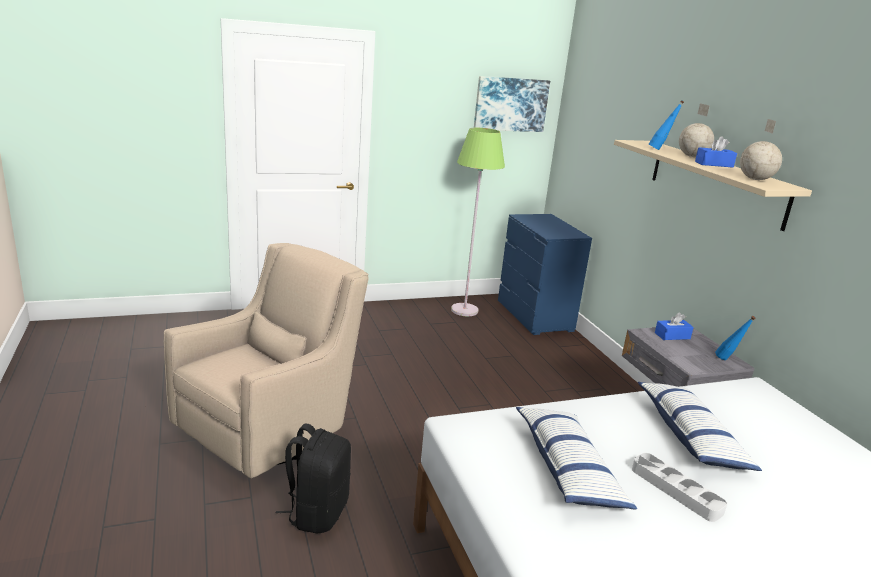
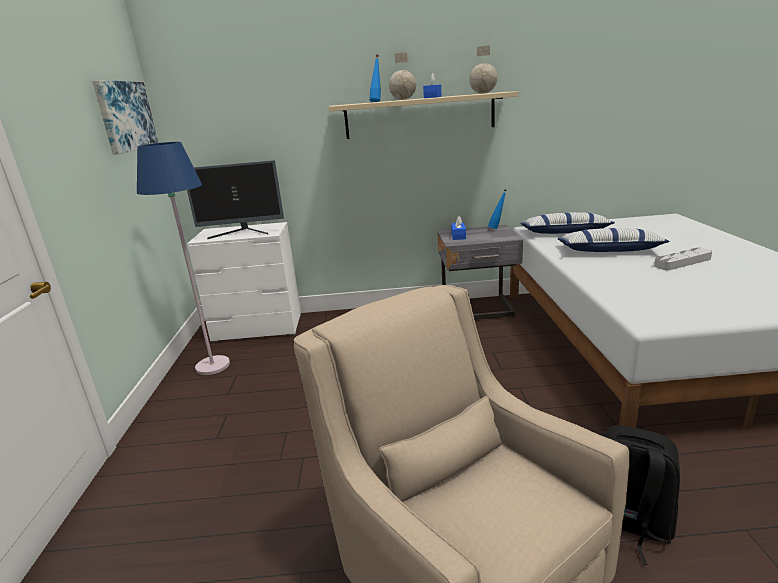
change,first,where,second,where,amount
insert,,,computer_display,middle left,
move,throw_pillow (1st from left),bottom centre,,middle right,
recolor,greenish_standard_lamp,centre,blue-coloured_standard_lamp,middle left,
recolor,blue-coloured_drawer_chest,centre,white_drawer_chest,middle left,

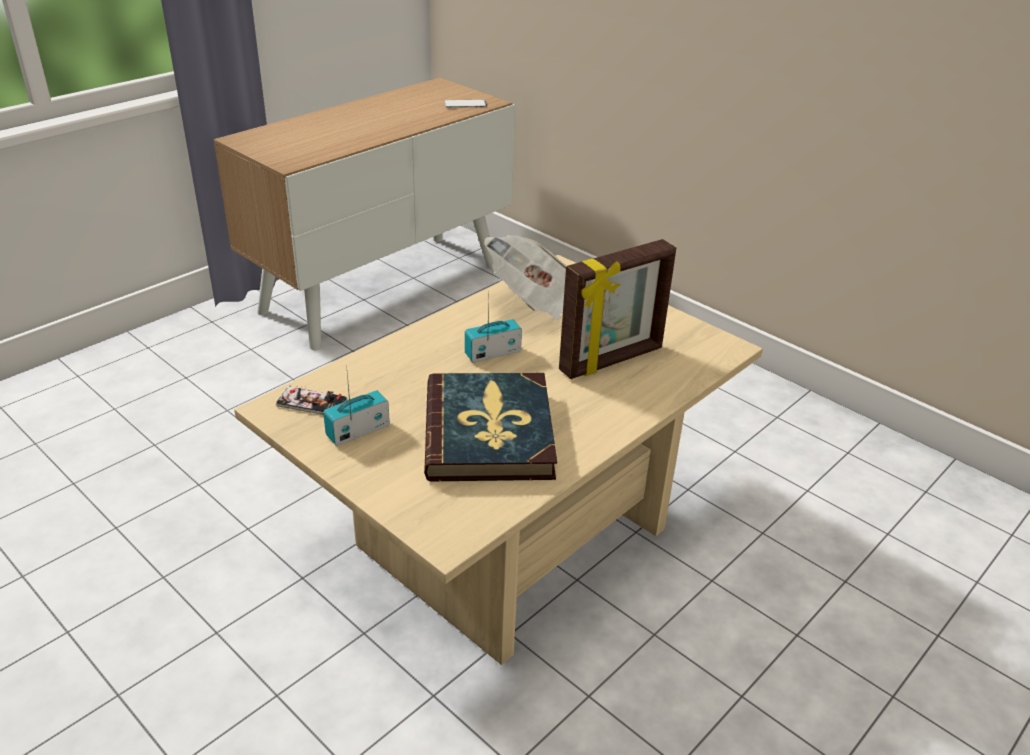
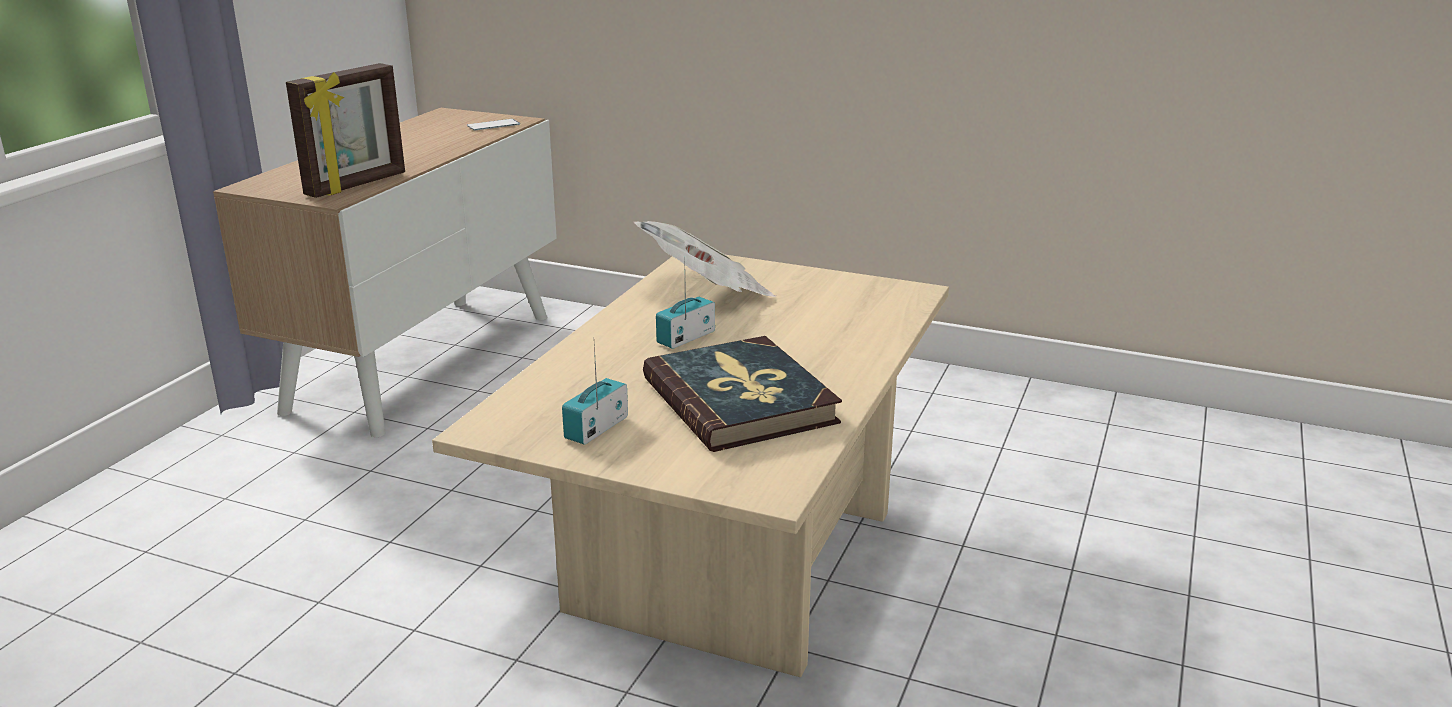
change,first,where,second,where,amount
delete,telephone (1st from left),middle left,,,
move,standing_frame,centre,,top left,

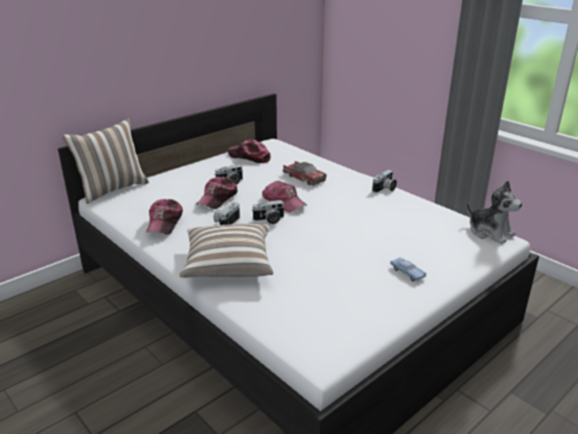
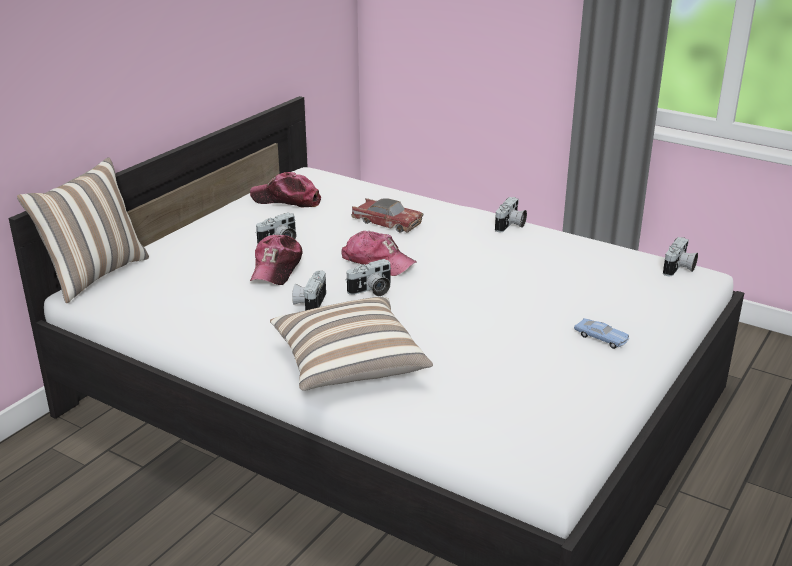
change,first,where,second,where,amount
delete,peaked_cap (1st from left),middle left,,,
replace,plush_toy,middle right,photo_camera (5th from left),middle right,

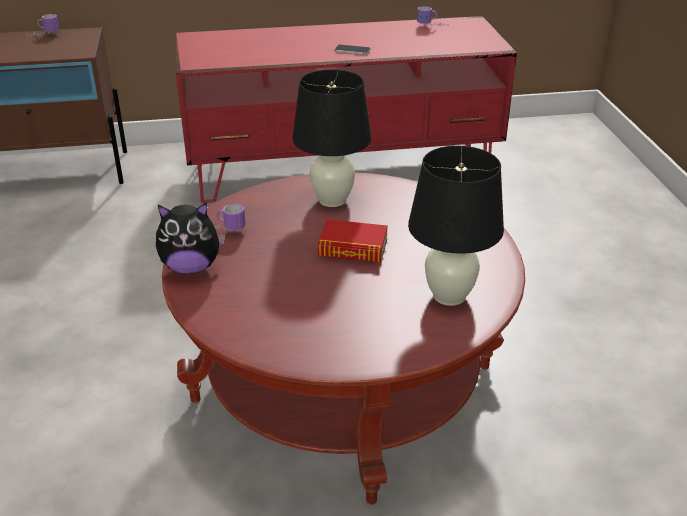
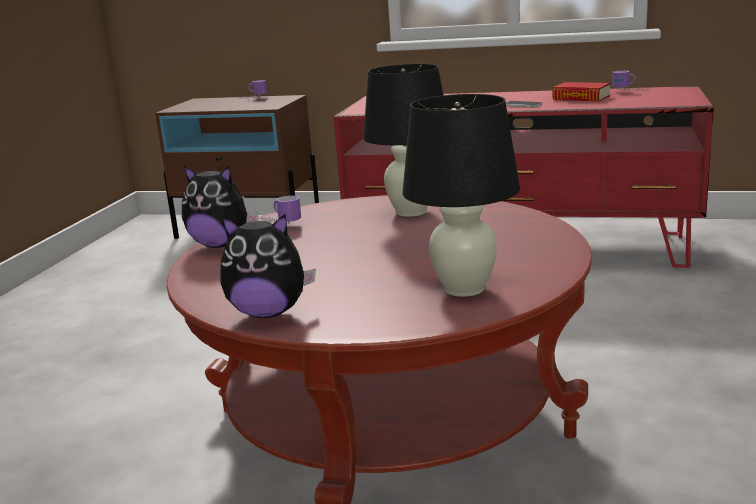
change,first,where,second,where,amount
insert,,,plush_toy (2nd from left),centre,
move,bound_book,centre,,top right,

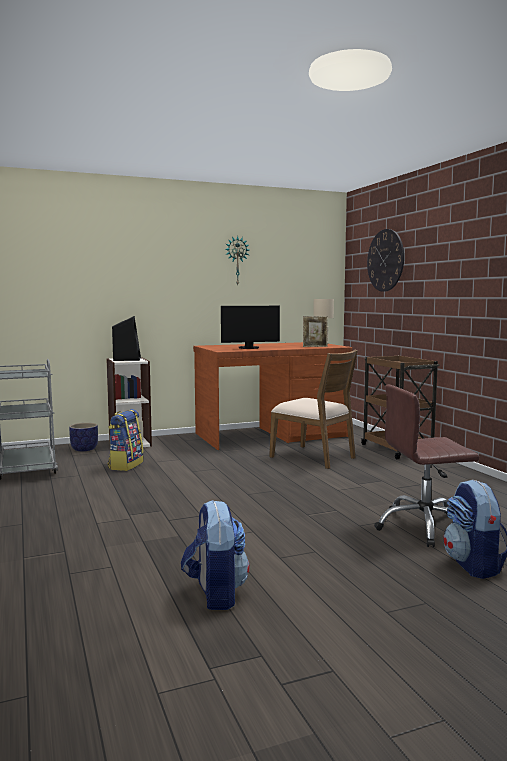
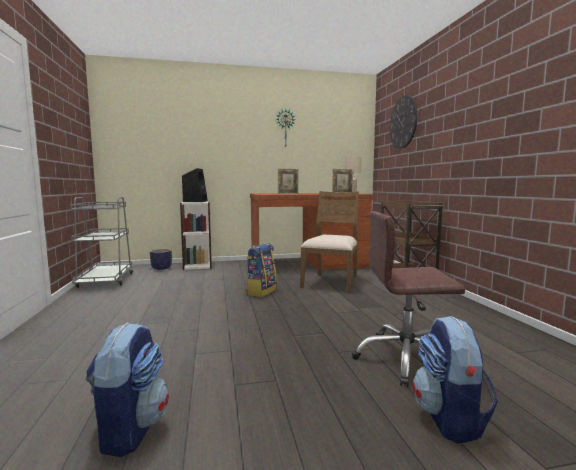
change,first,where,second,where,amount
move,rucksack (1st from left in the first image),middle left,rucksack (2nd from left),centre,
replace,computer_display,centre,standing_frame (1st from left),centre,
rotate,brownish_chair,centre,,centre,120 degrees counterclockwise

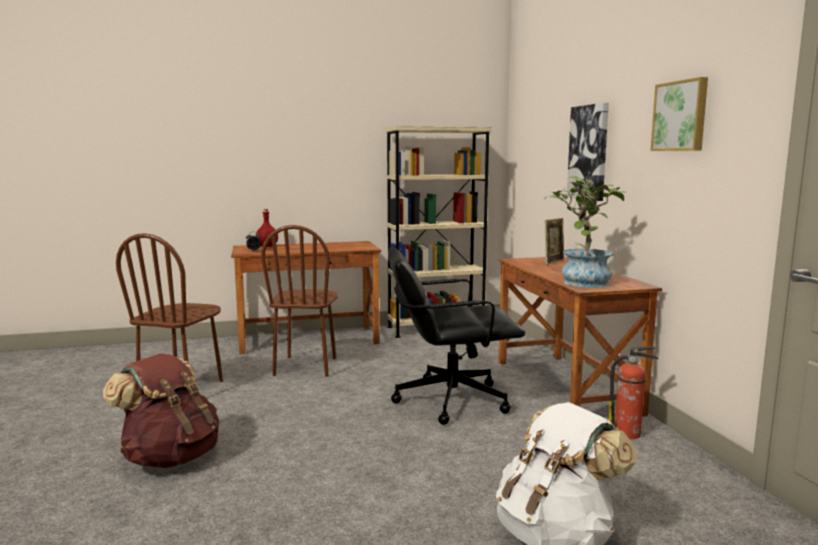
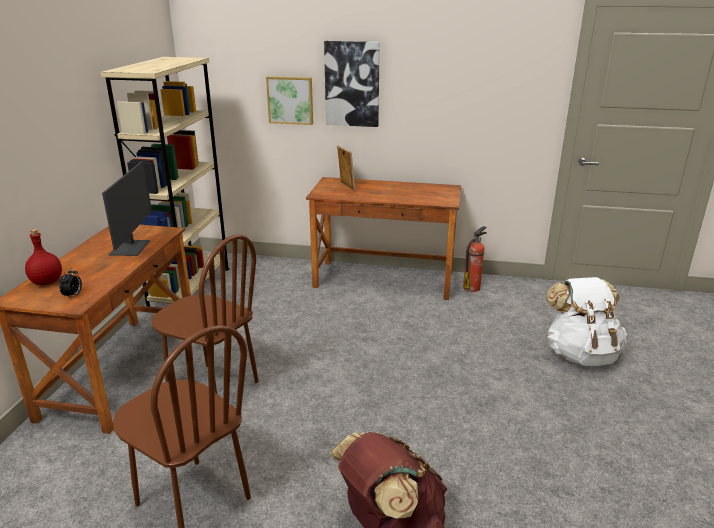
change,first,where,second,where,amount
delete,blackish_office_chair,centre,,,
delete,plant_in_a_pot,middle right,,,
insert,,,computer_display,middle left,
move,wall_art (2nd from left in the first image),top right,wall_art (1st from left),top centre,

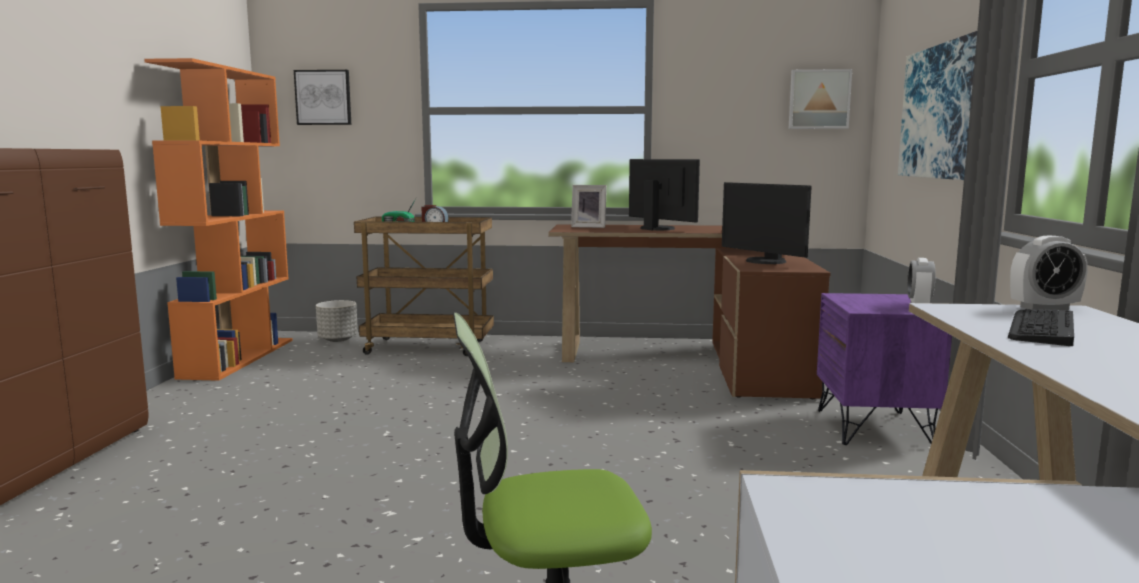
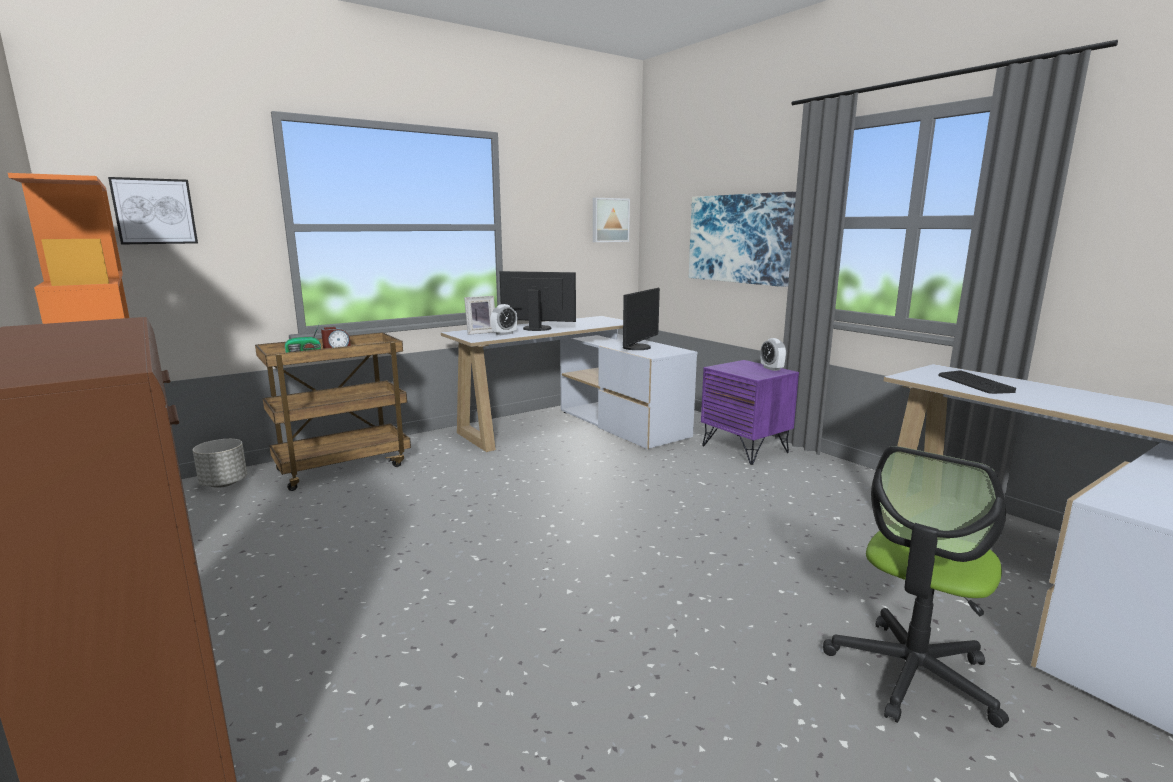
change,first,where,second,where,amount
move,table_clock (3rd from left in the first image),middle right,table_clock (2nd from left),centre,
recolor,brownish_desk_table,centre,white_desk_table (1st from left),centre,
rotate,computer_display (2nd from left),middle right,,centre,75 degrees counterclockwise

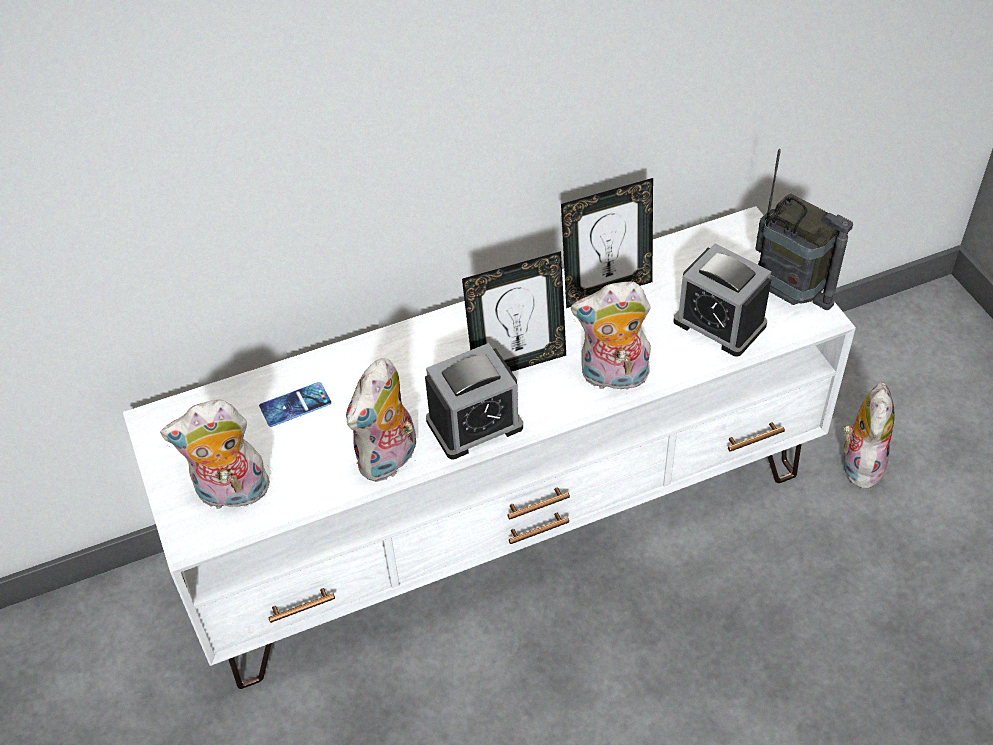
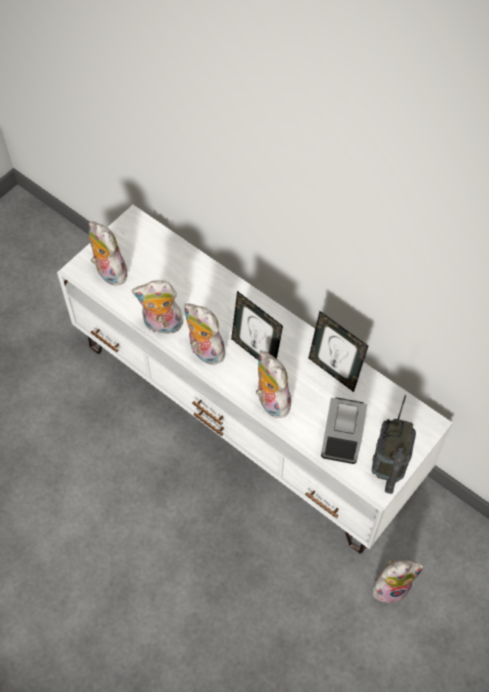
change,first,where,second,where,amount
delete,telephone,middle left,,,
replace,table_clock (1st from left),centre,plush_toy (3rd from left),centre,

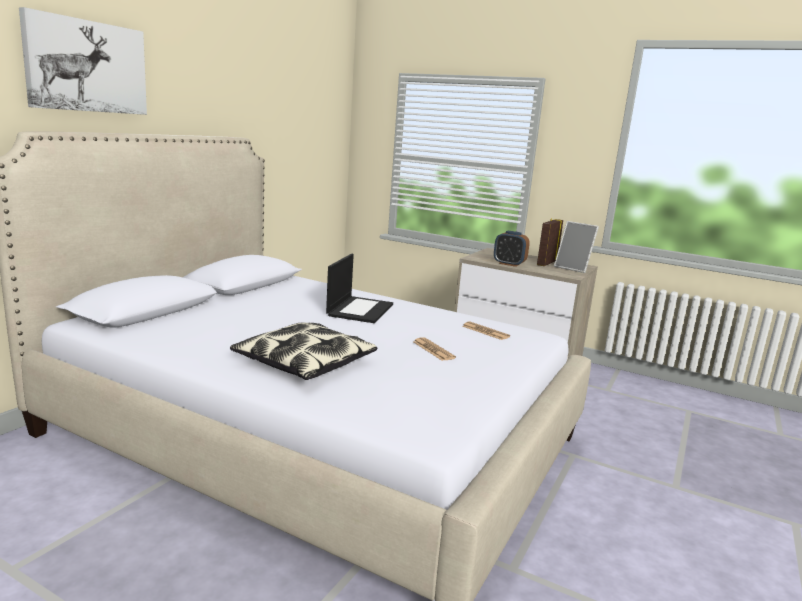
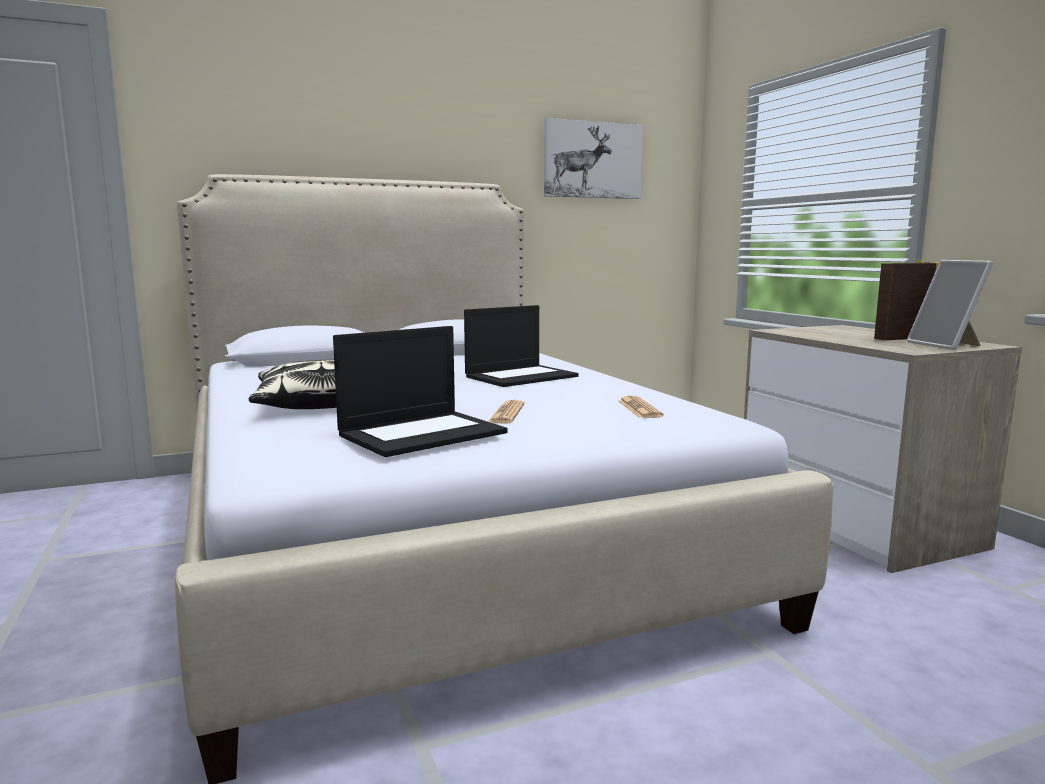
change,first,where,second,where,amount
delete,table_clock,centre,,,
insert,,,notebook_computer (1st from left),centre,
move,wall_art,top left,,top centre,

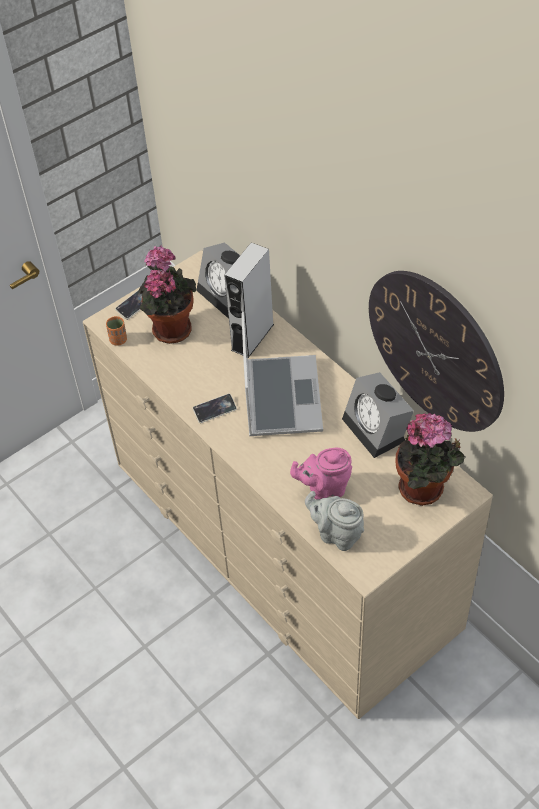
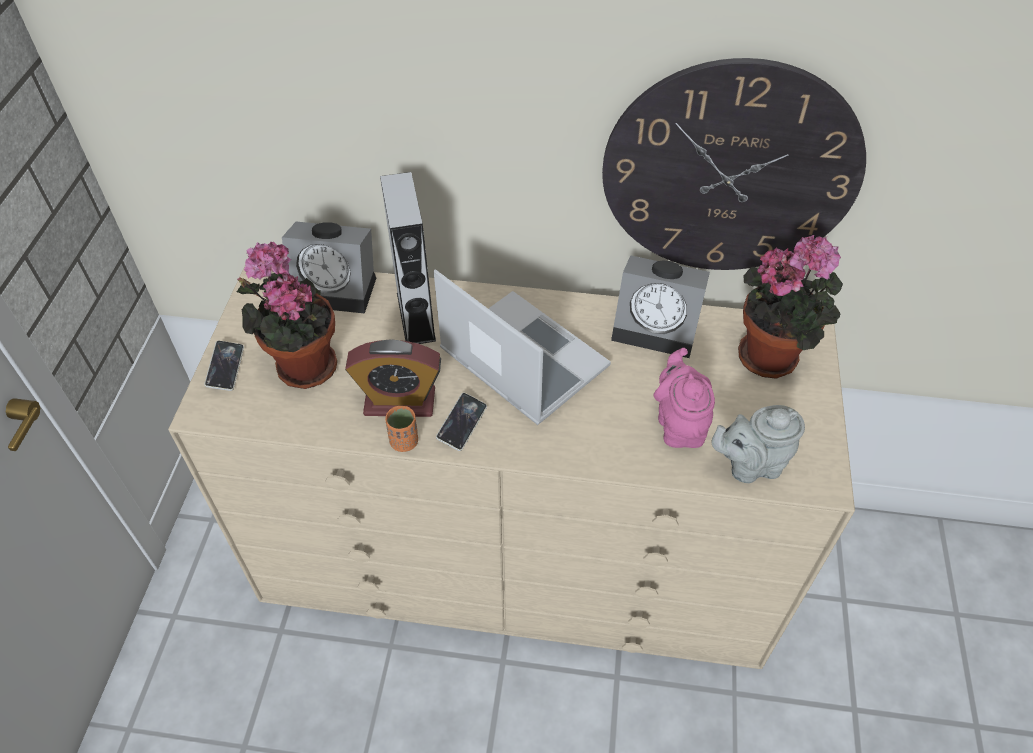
change,first,where,second,where,amount
insert,,,table_clock (2nd from left),centre,
move,orange_cup,middle left,,centre,
rotate,pink-coloured_pot_for_tea,centre,,centre,135 degrees clockwise

